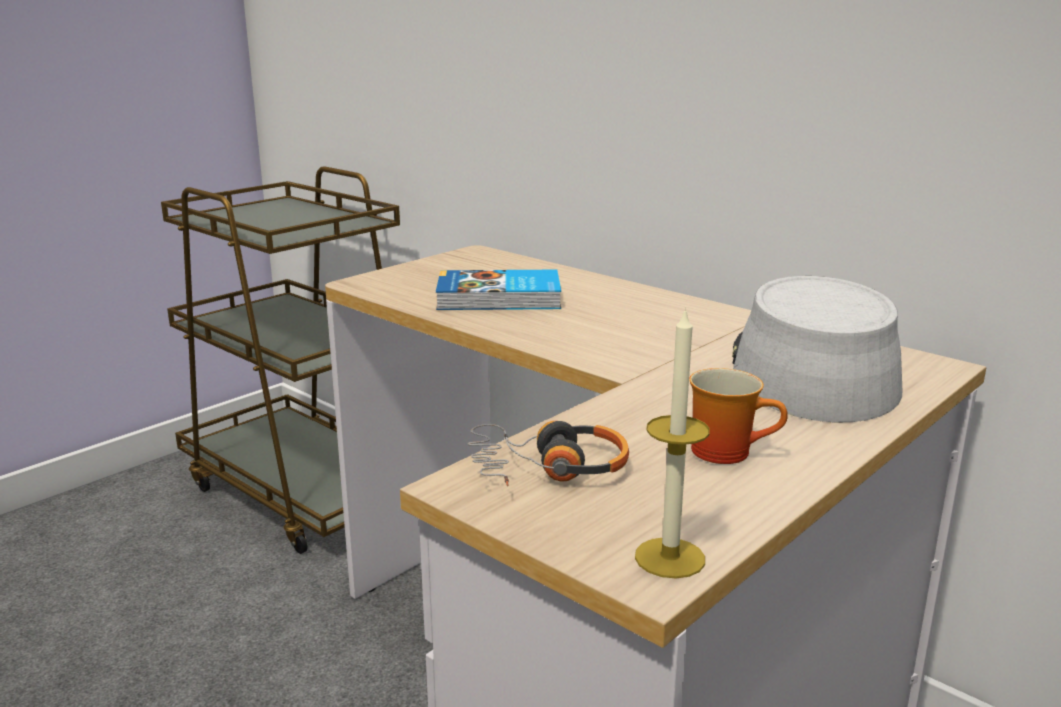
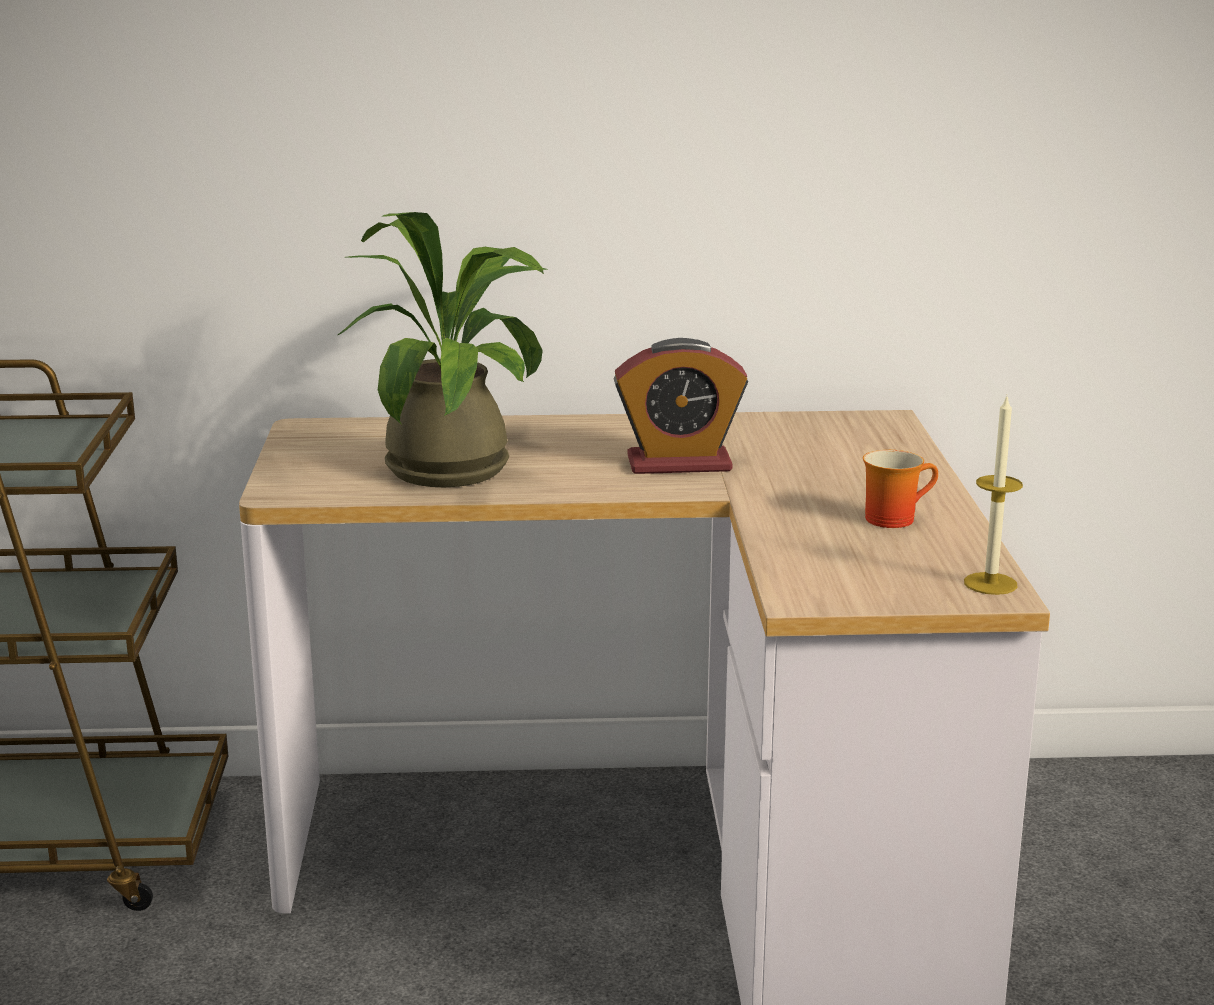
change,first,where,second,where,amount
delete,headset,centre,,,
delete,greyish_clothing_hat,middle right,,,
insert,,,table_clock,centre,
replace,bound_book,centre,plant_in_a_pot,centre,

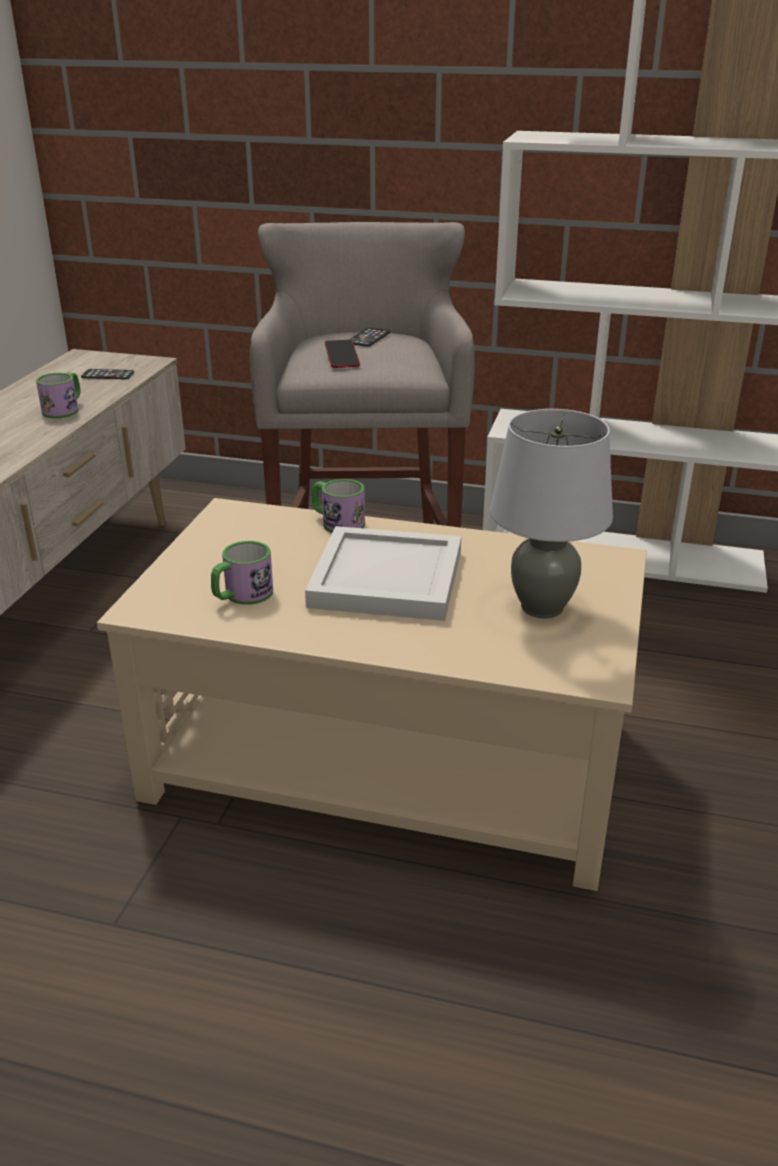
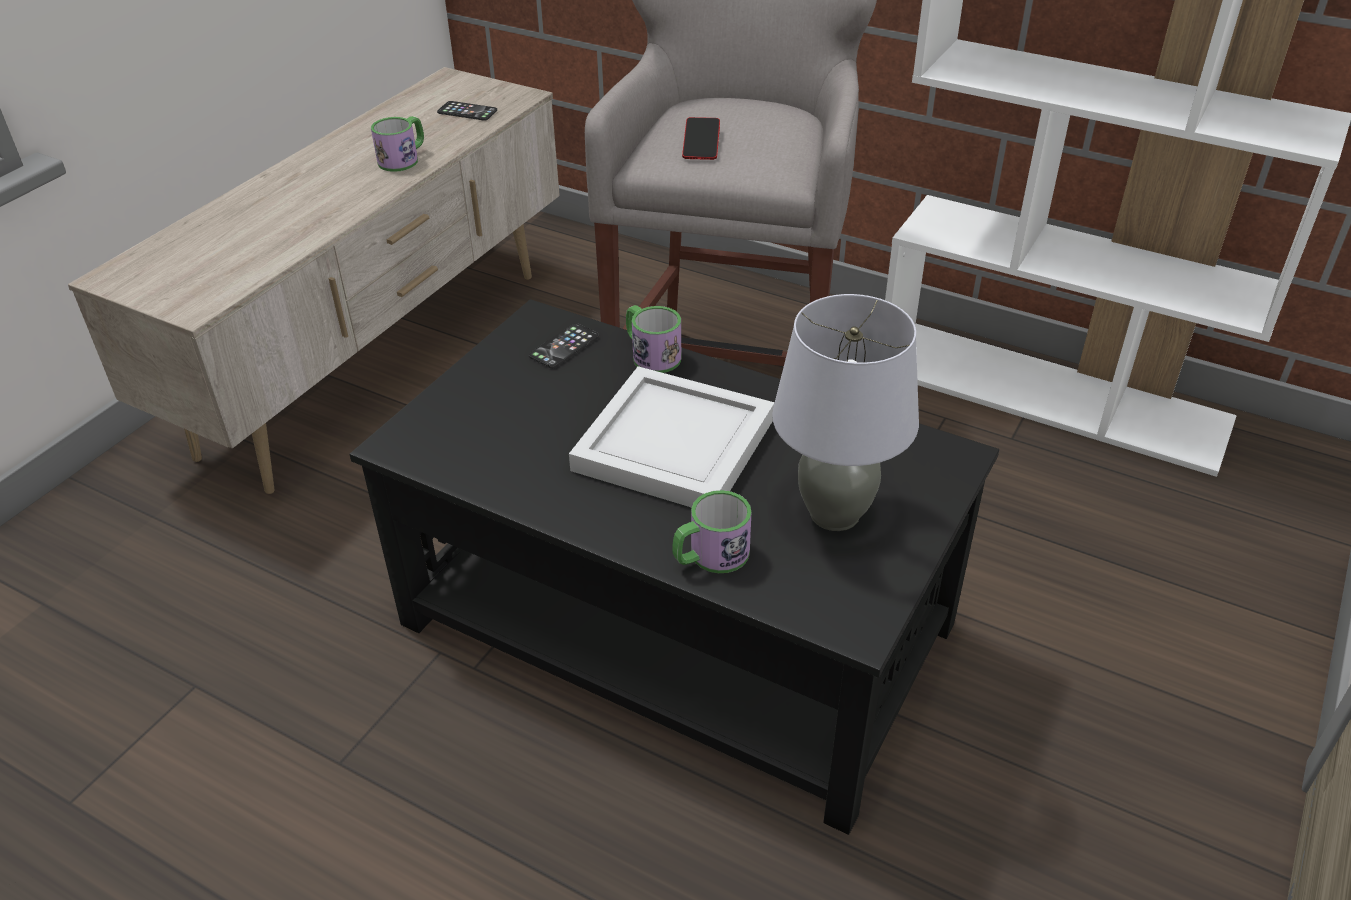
change,first,where,second,where,amount
move,tea_mug (2nd from left in the first image),middle left,tea_mug (3rd from left),centre,
move,telephone (3rd from left in the first image),top centre,telephone (2nd from left),centre,
recolor,beige_low_table,centre,blackish_low_table,centre,

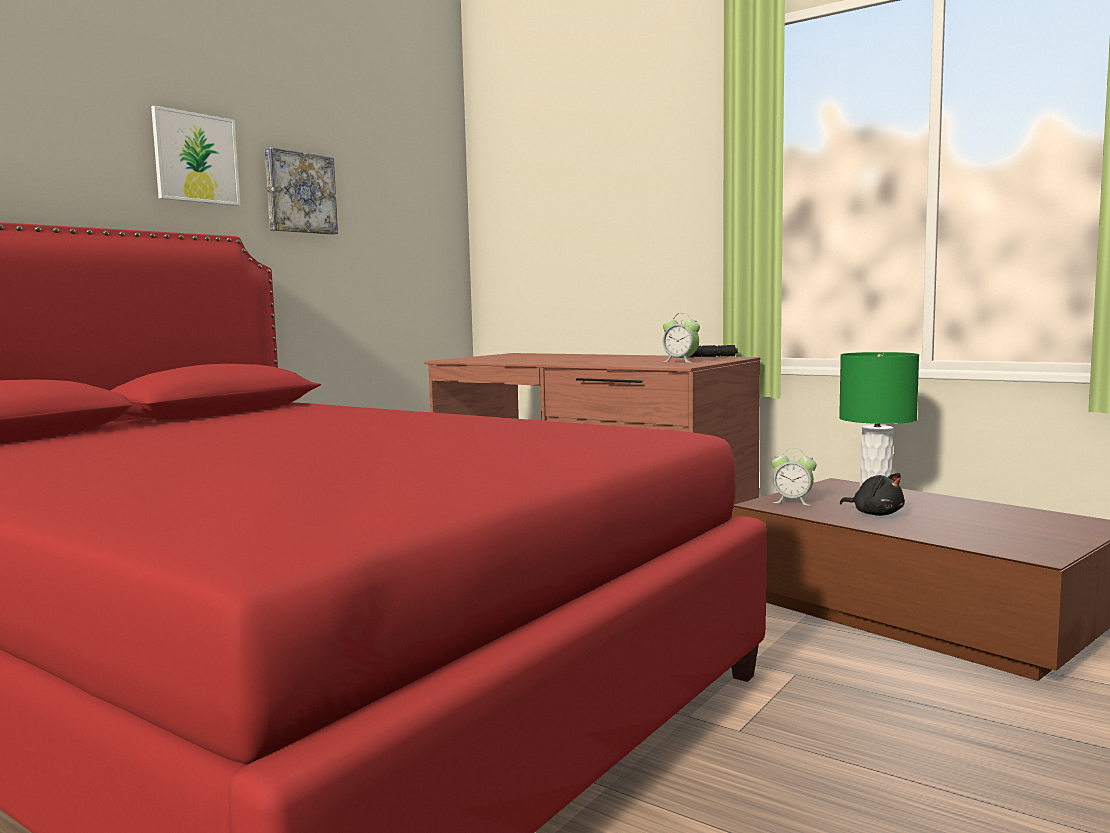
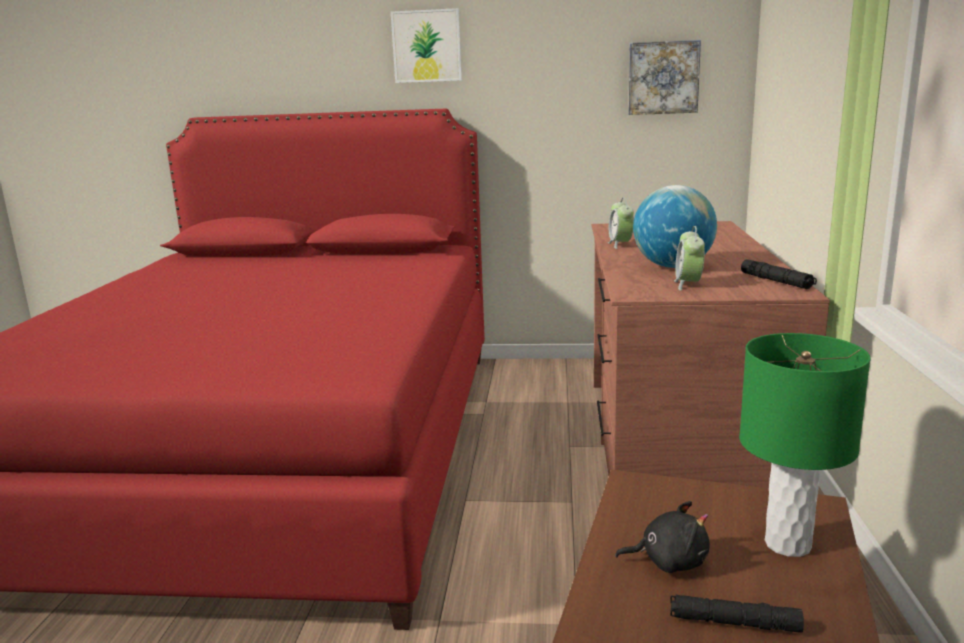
change,first,where,second,where,amount
insert,,,globe,middle right,
insert,,,blackish_torch (1st from left),bottom right,
move,wall_art (2nd from left),top left,,top right,
move,table_clock (2nd from left in the first image),middle right,table_clock (1st from left),centre,
rotate,blackish_plush_toy,middle right,,bottom right,105 degrees counterclockwise

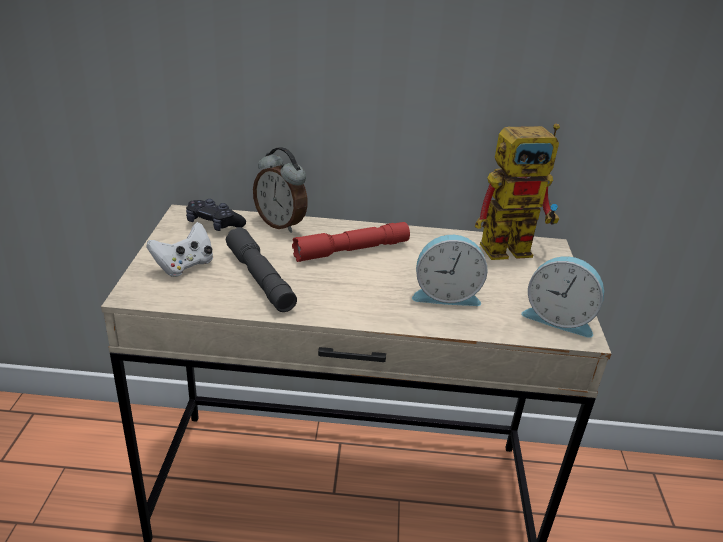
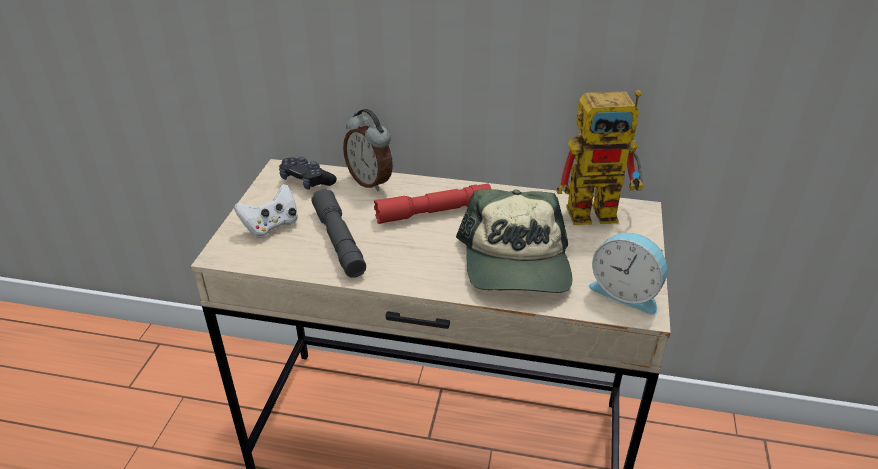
change,first,where,second,where,amount
replace,table_clock (2nd from left),centre,peaked_cap,centre,

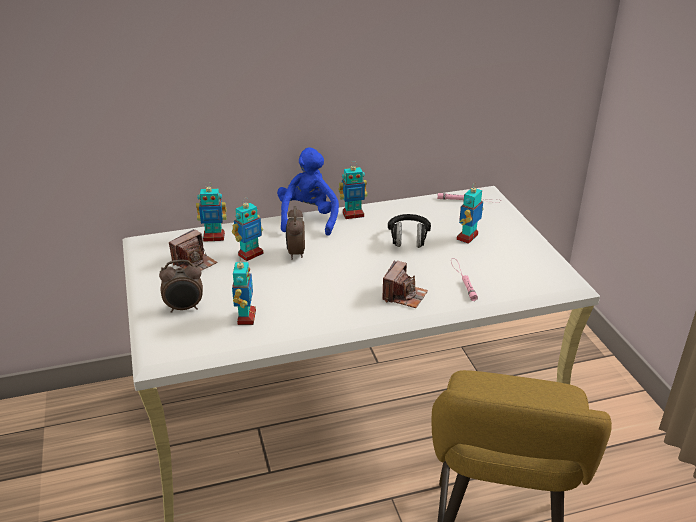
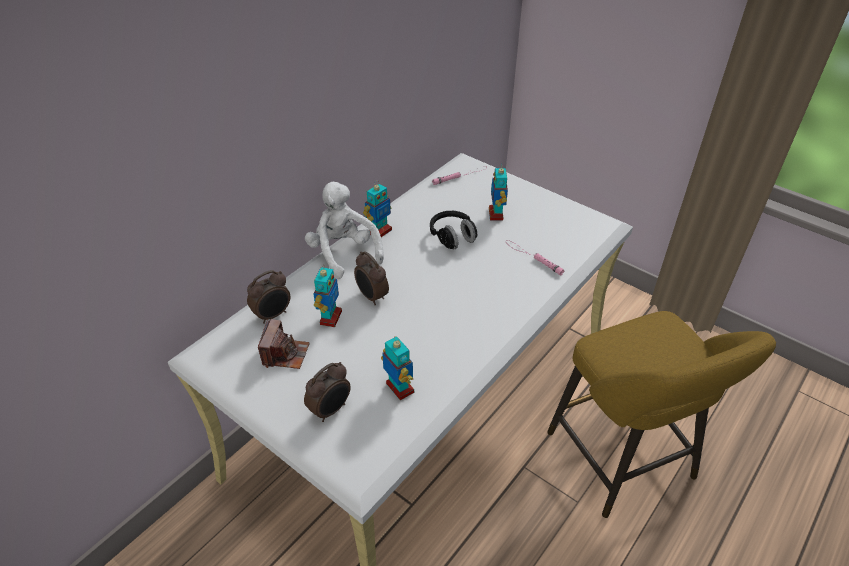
change,first,where,second,where,amount
delete,photo_camera (2nd from left),centre,,,
replace,model_robot (1st from left),middle left,table_clock (1st from left),middle left,
recolor,blue-coloured_plush_toy,centre,white_plush_toy,centre,

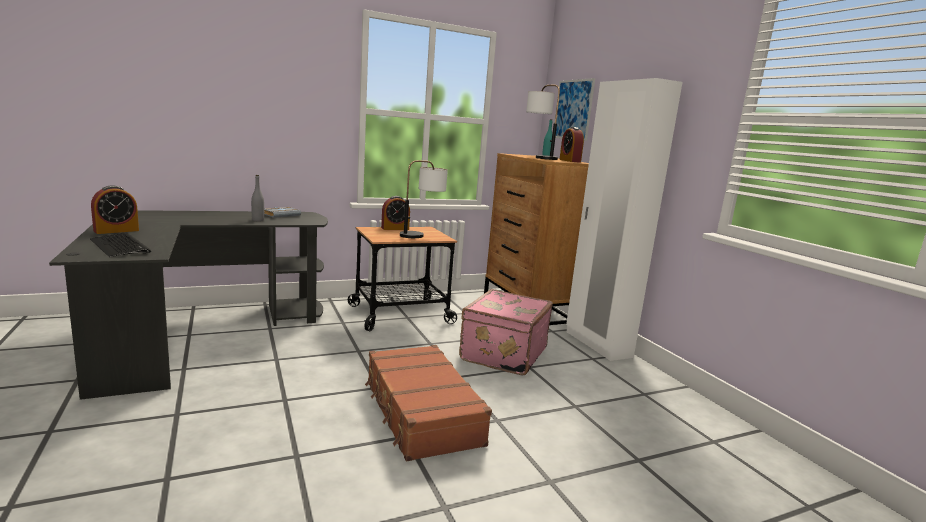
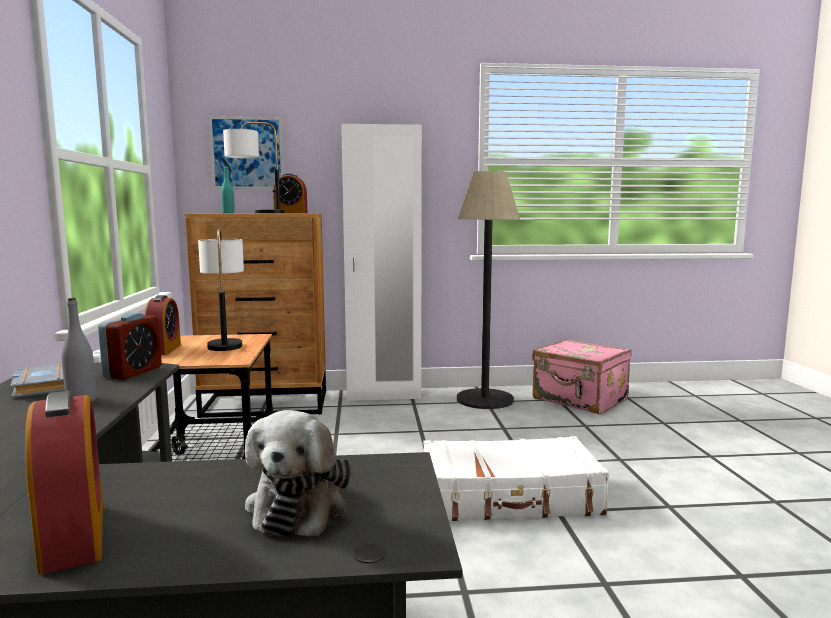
change,first,where,second,where,amount
insert,,,table_clock (2nd from left),middle left,
insert,,,standard_lamp,centre,
move,pink-coloured_suitcase,centre,,middle right,
replace,PC_keyboard,middle left,plush_toy,bottom centre,
recolor,brownish_suitcase,bottom centre,white_suitcase,bottom centre,

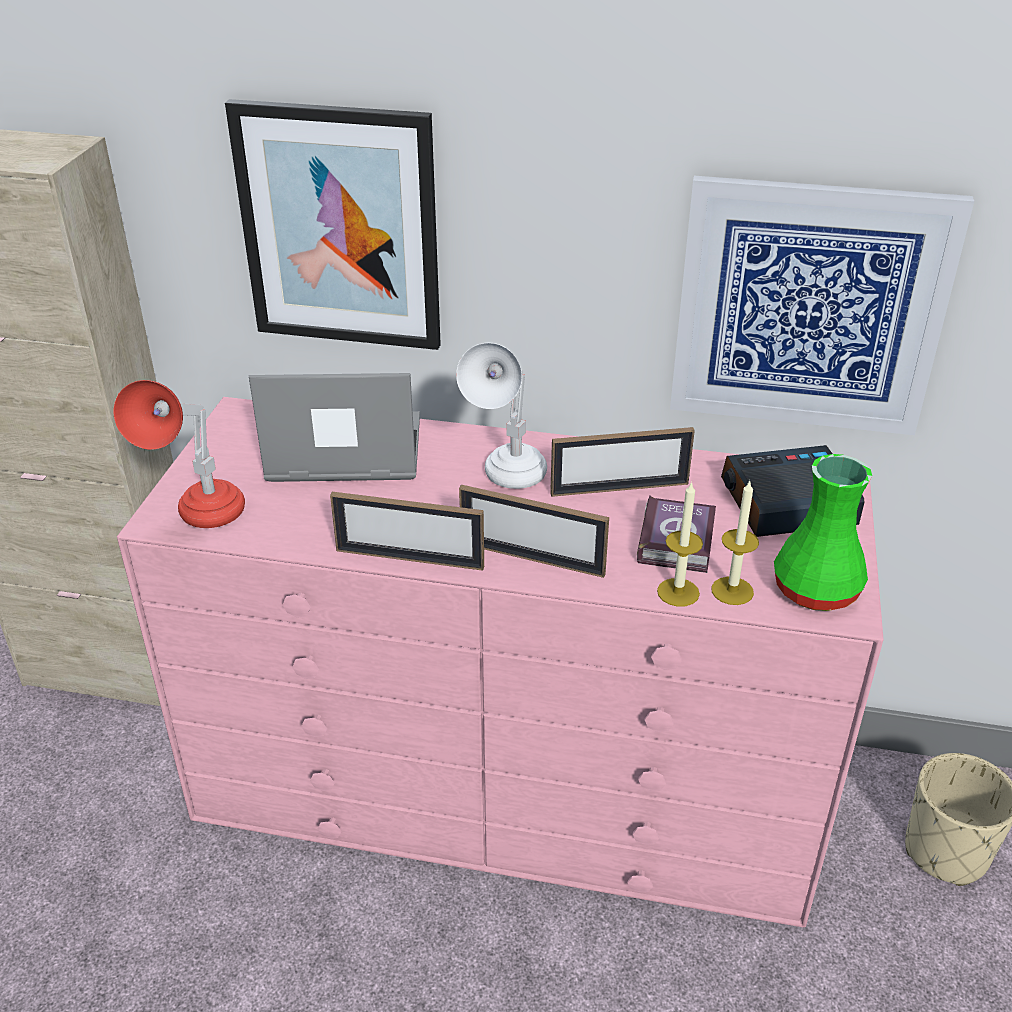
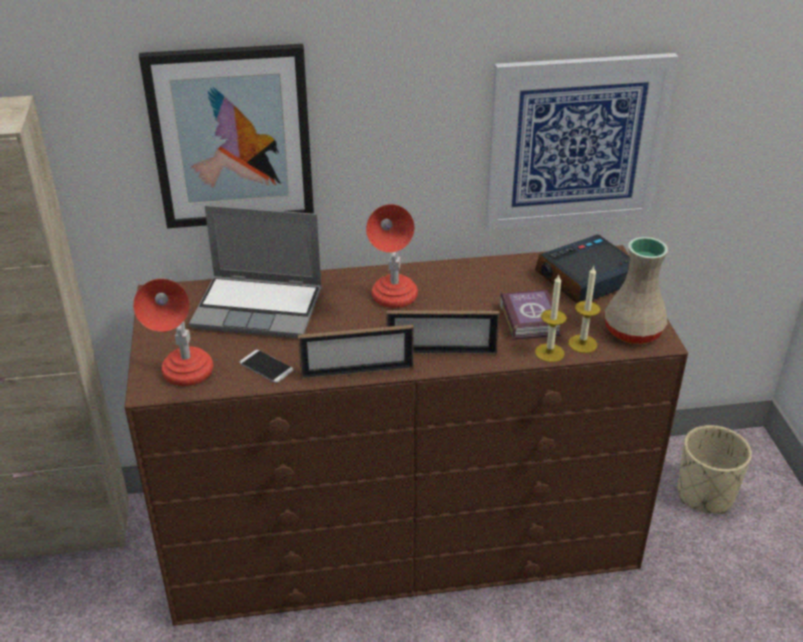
change,first,where,second,where,amount
delete,standing_frame (3rd from left),centre,,,
insert,,,telephone,middle left,
recolor,pink-coloured_drawer_chest,centre,brownish_drawer_chest,bottom centre,
recolor,white_lamp_for_a_table,centre,red_lamp_for_a_table (2nd from left),centre,
recolor,greenish_vase,middle right,beige_vase,middle right,
rotate,notebook_computer,middle left,,middle left,150 degrees counterclockwise

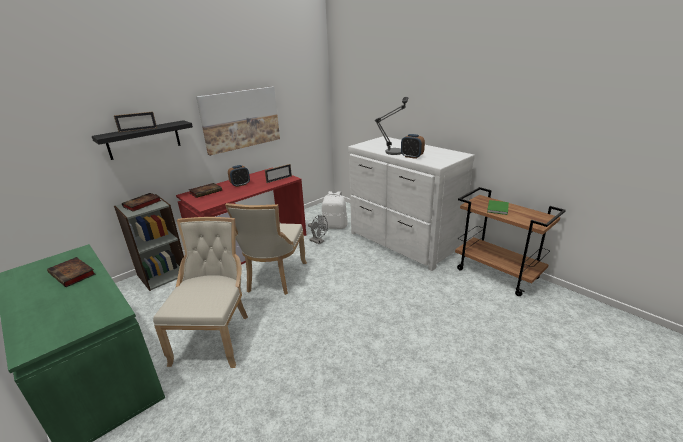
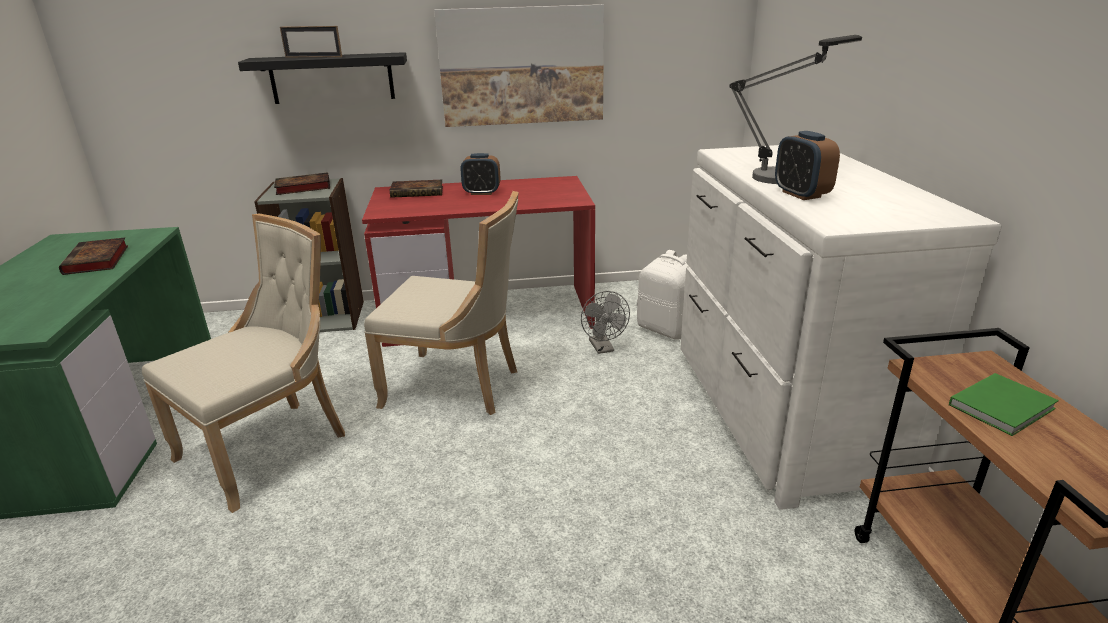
change,first,where,second,where,amount
delete,standing_frame (2nd from left),centre,,,
rotate,beige_chair (2nd from left),centre,,centre,120 degrees counterclockwise

